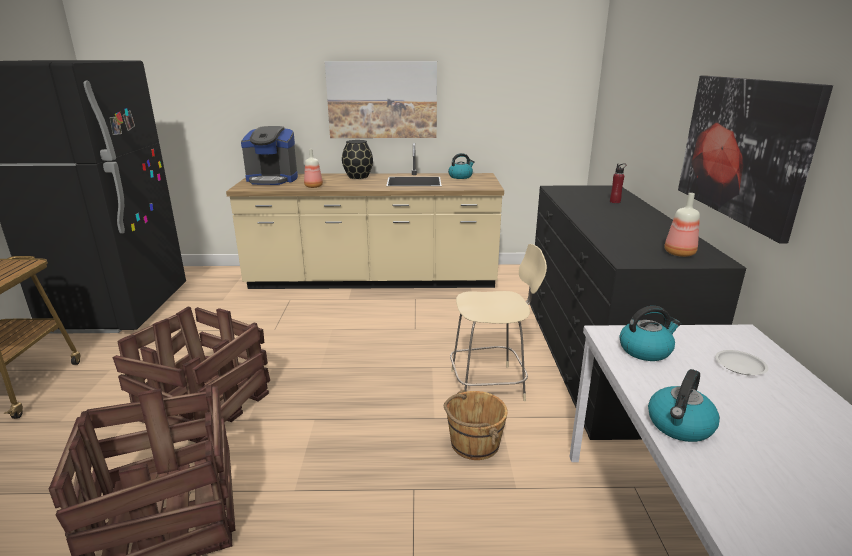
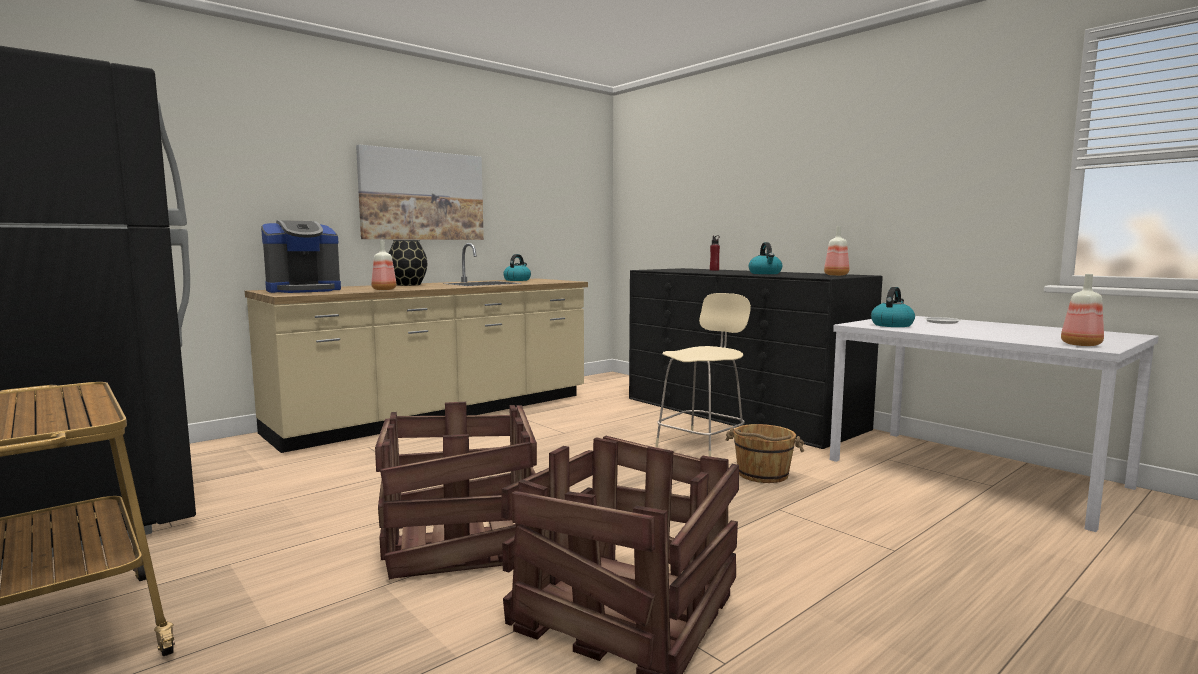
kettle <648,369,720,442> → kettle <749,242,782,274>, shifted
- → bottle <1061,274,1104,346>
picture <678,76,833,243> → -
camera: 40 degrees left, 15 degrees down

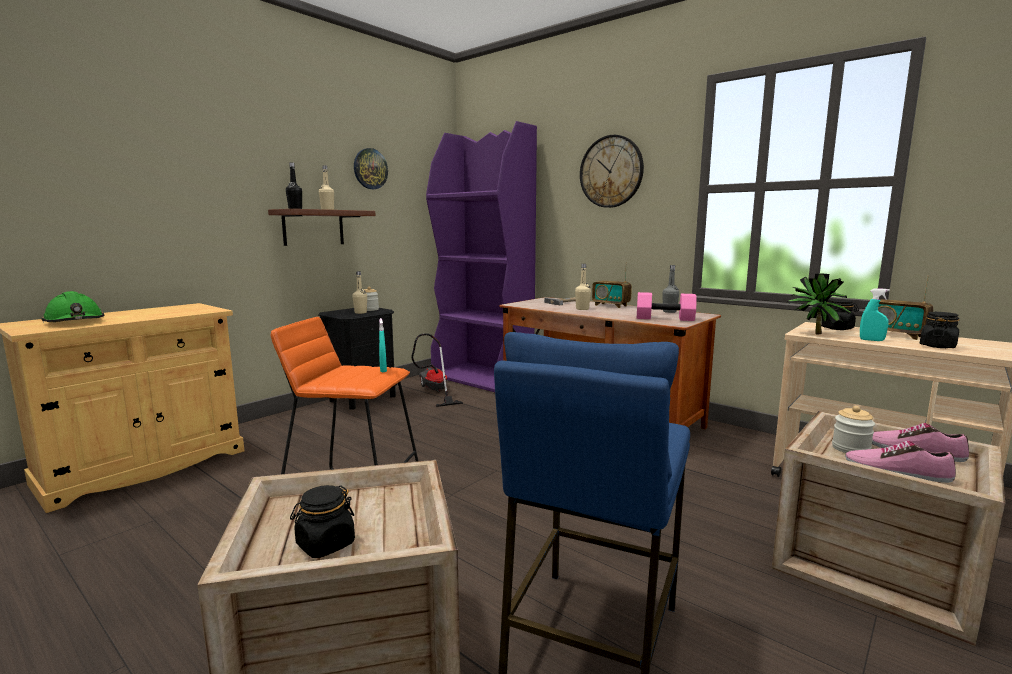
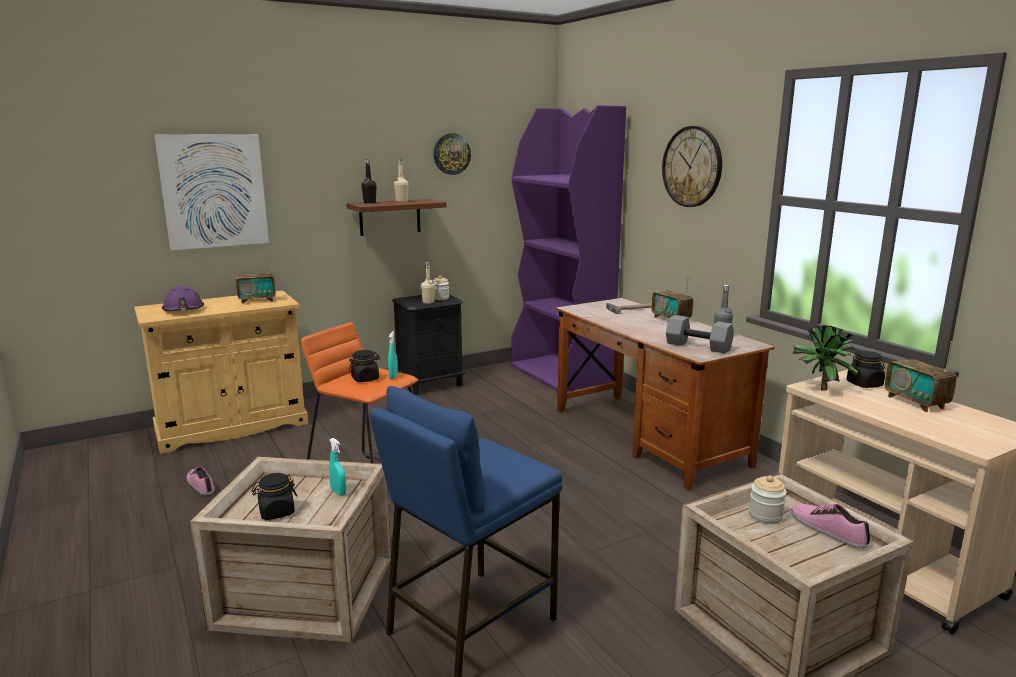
- → picture <154,134,269,250>
green hard hat <41,291,105,323> → purple hard hat <162,286,204,311>
shoe <845,441,956,483> → shoe <186,467,215,495>, shifted
- → radio <236,253,276,304>
turquoise spray bottle <860,288,890,341> → turquoise spray bottle <329,438,346,496>, shifted
black jar <920,312,960,348> → black jar <349,350,380,382>, shifted
pink dumbbell <637,292,697,321> → grey dumbbell <666,315,734,354>
vacuum cleaner <411,333,464,407> → -
beige bottle <575,264,591,310> → -
camera: 20 degrees right, 5 degrees up

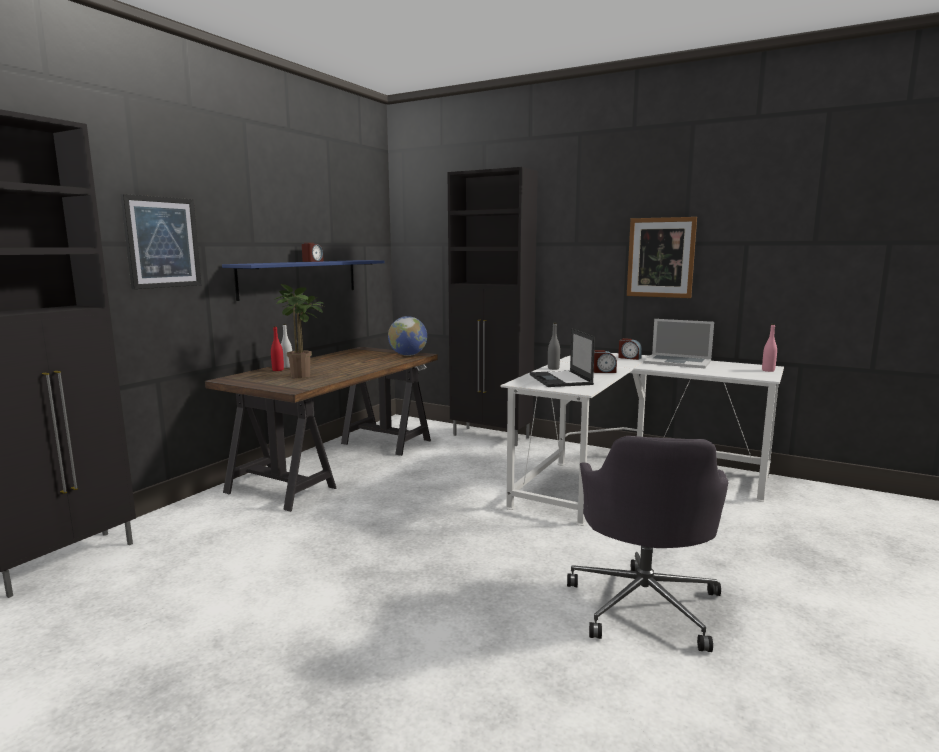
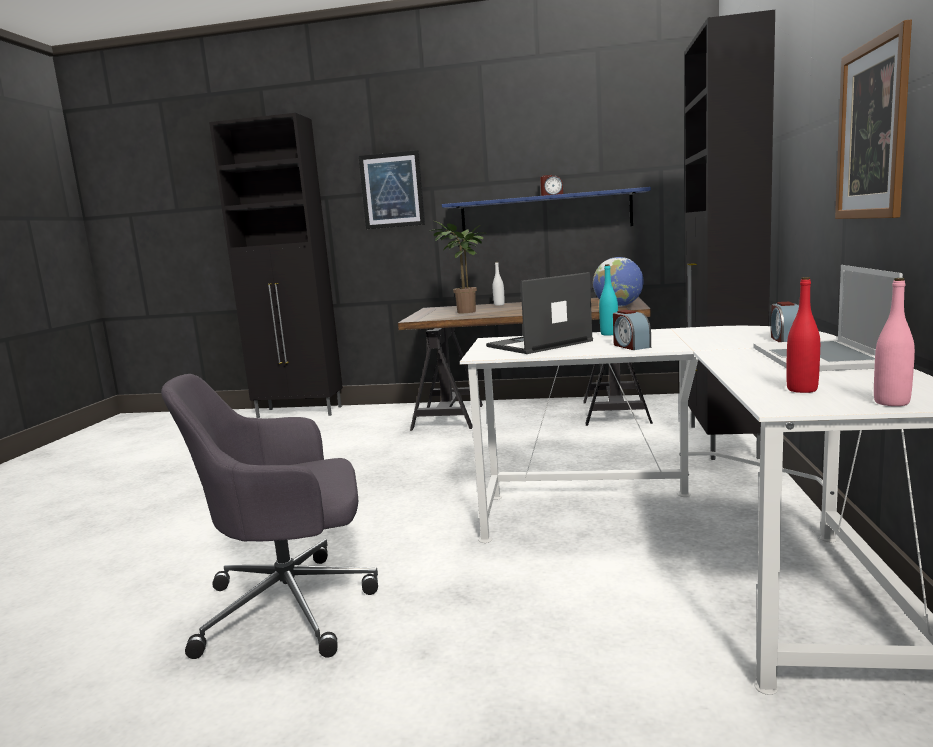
grey bottle <548,323,560,370> → turquoise bottle <599,264,618,336>
red bottle <271,326,284,371> → red bottle <786,277,820,393>, shifted
camera: 70 degrees right, 0 degrees up

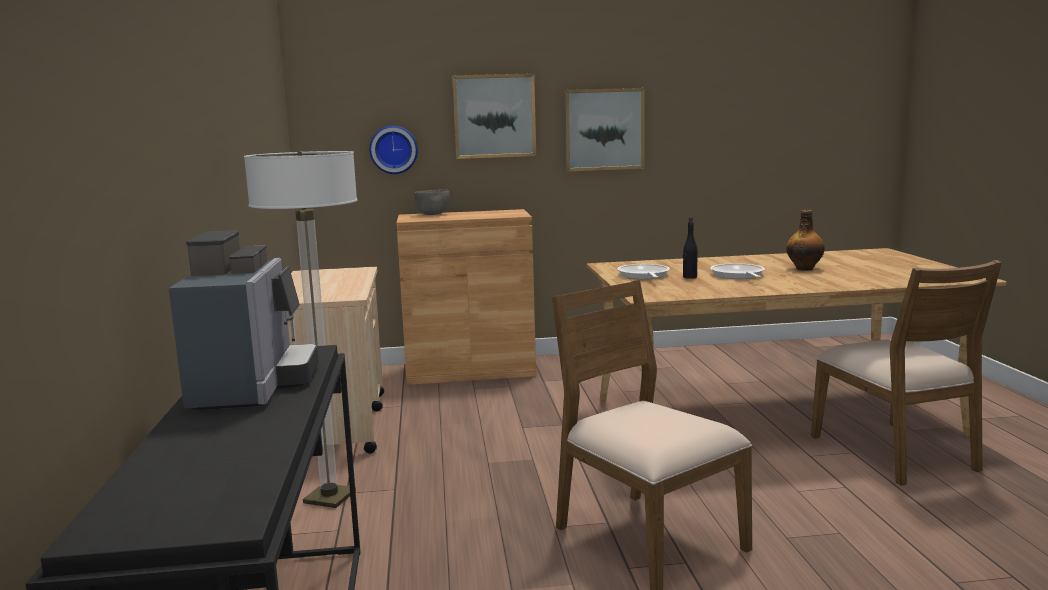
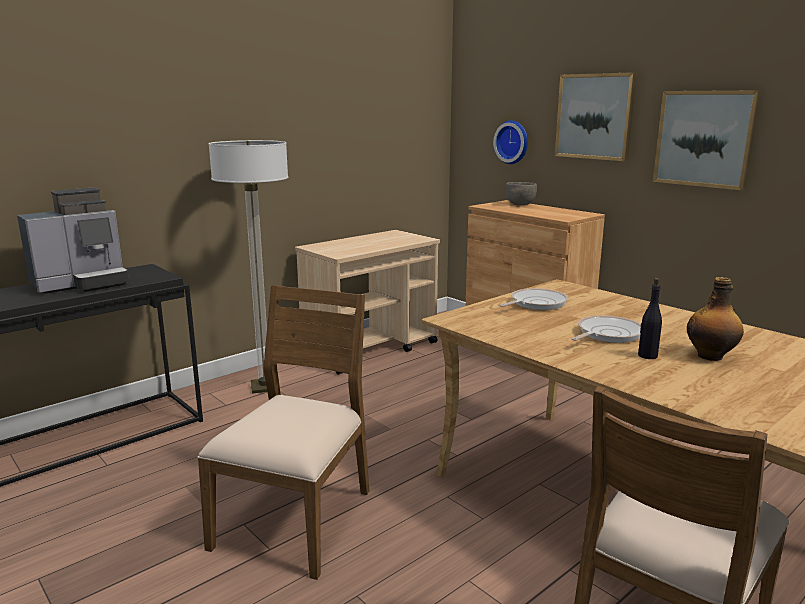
black bottle <683,217,698,279> → black bottle <638,278,662,359>, shifted
camera: 55 degrees right, 5 degrees up

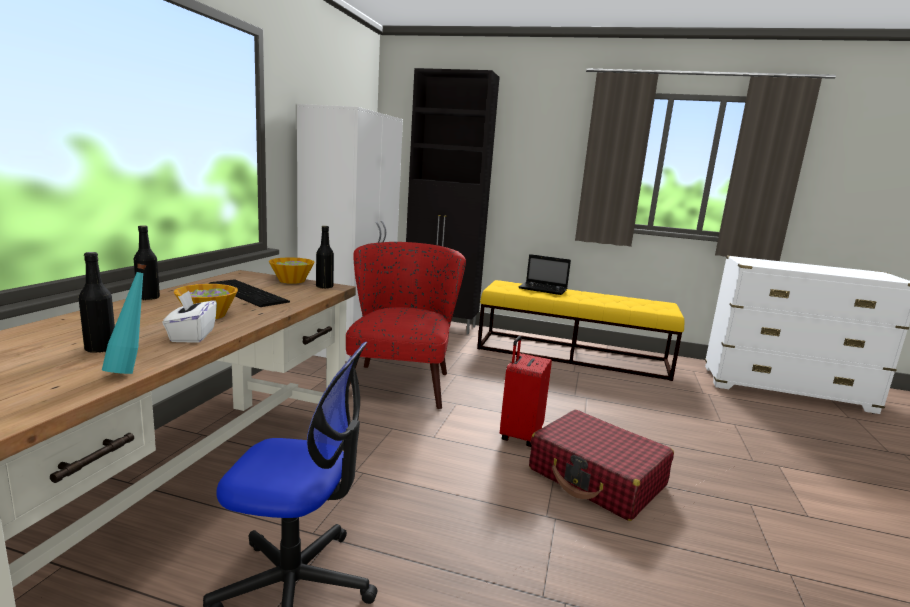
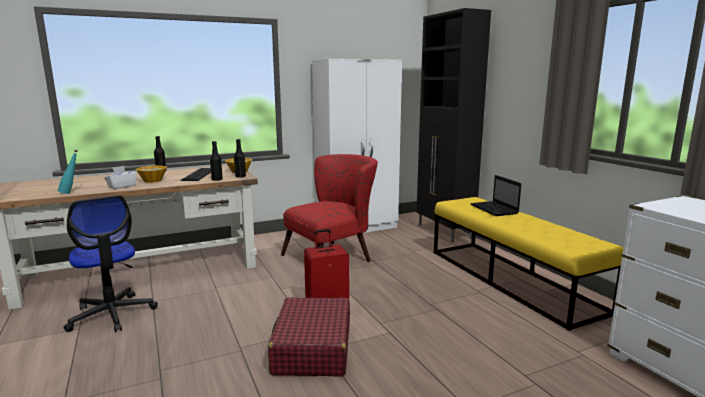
black bottle <79,252,115,353> → black bottle <210,141,223,181>, shifted
camera: 50 degrees right, 0 degrees up

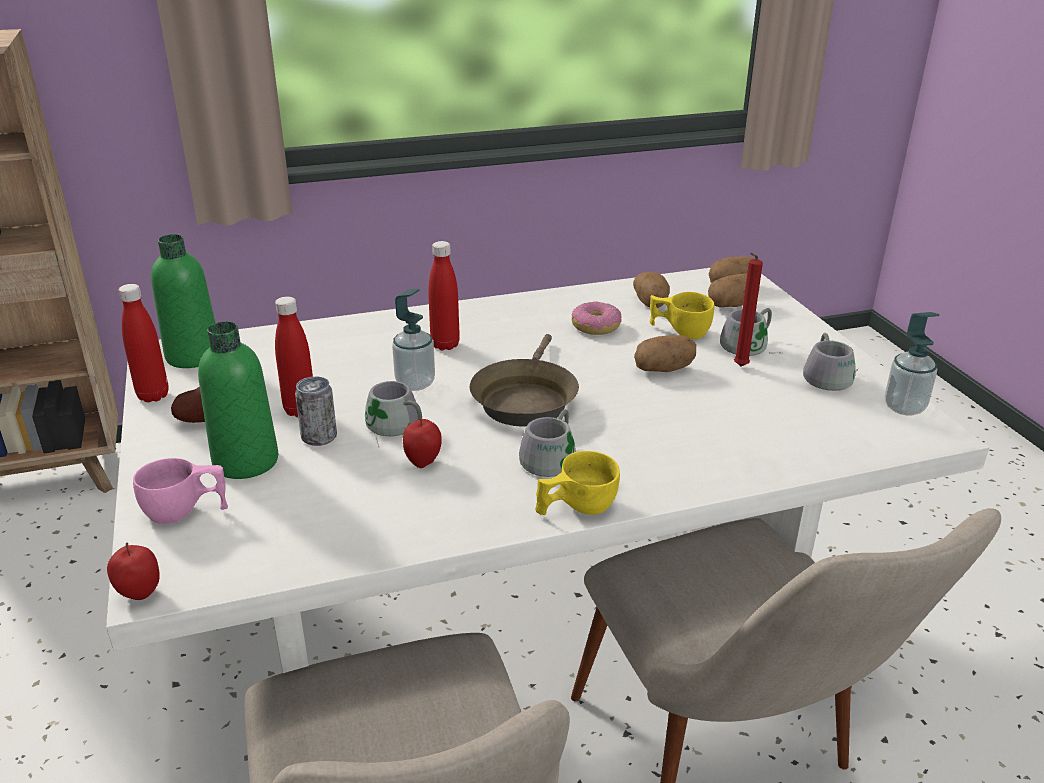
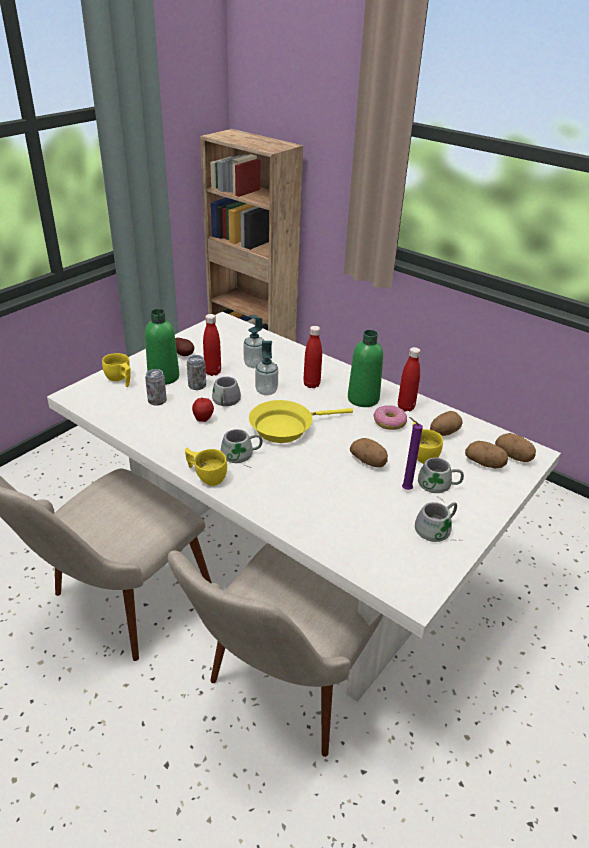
pink cup <133,458,228,524> → yellow cup <102,353,130,387>
- → can <145,369,167,406>
soap dispenser <885,312,939,415> → soap dispenser <243,315,264,368>, shifted
brown frying pan <470,334,579,427> → yellow frying pan <249,400,353,443>
green bottle <151,234,215,368> → green bottle <348,330,383,407>, shifted
red bottle <118,284,169,402> → red bottle <398,347,421,412>, shifted
red candle <734,253,763,366> → purple candle <402,417,423,490>
apple <107,542,160,600> → -
camera: 55 degrees right, 5 degrees up

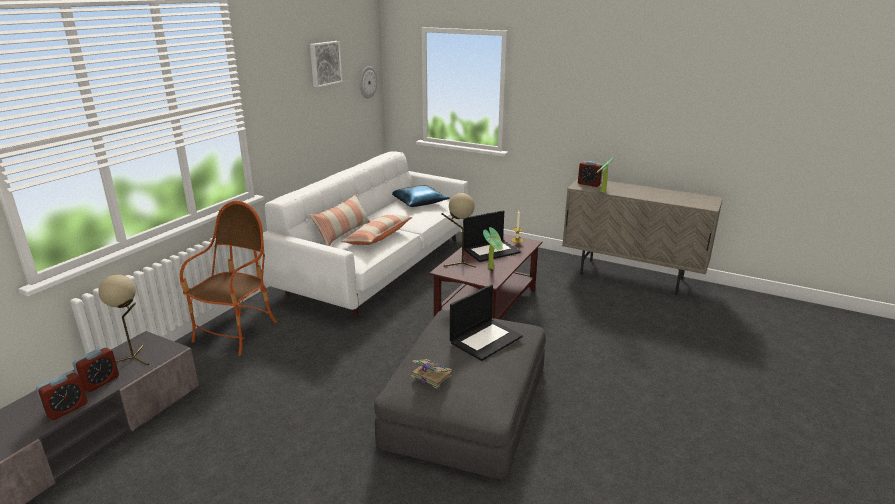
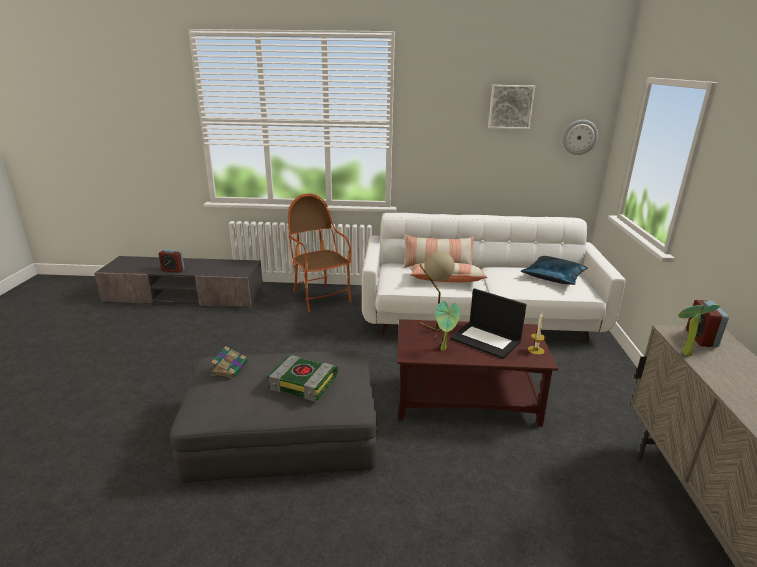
laptop <450,284,523,361> → book <268,355,338,401>
armchair <180,201,277,356> → armchair <288,193,352,313>, 120 degrees counterclockwise
alarm clock <72,346,119,392> → -
beige table lamp <98,275,149,365> → -
camera: 65 degrees right, 0 degrees up

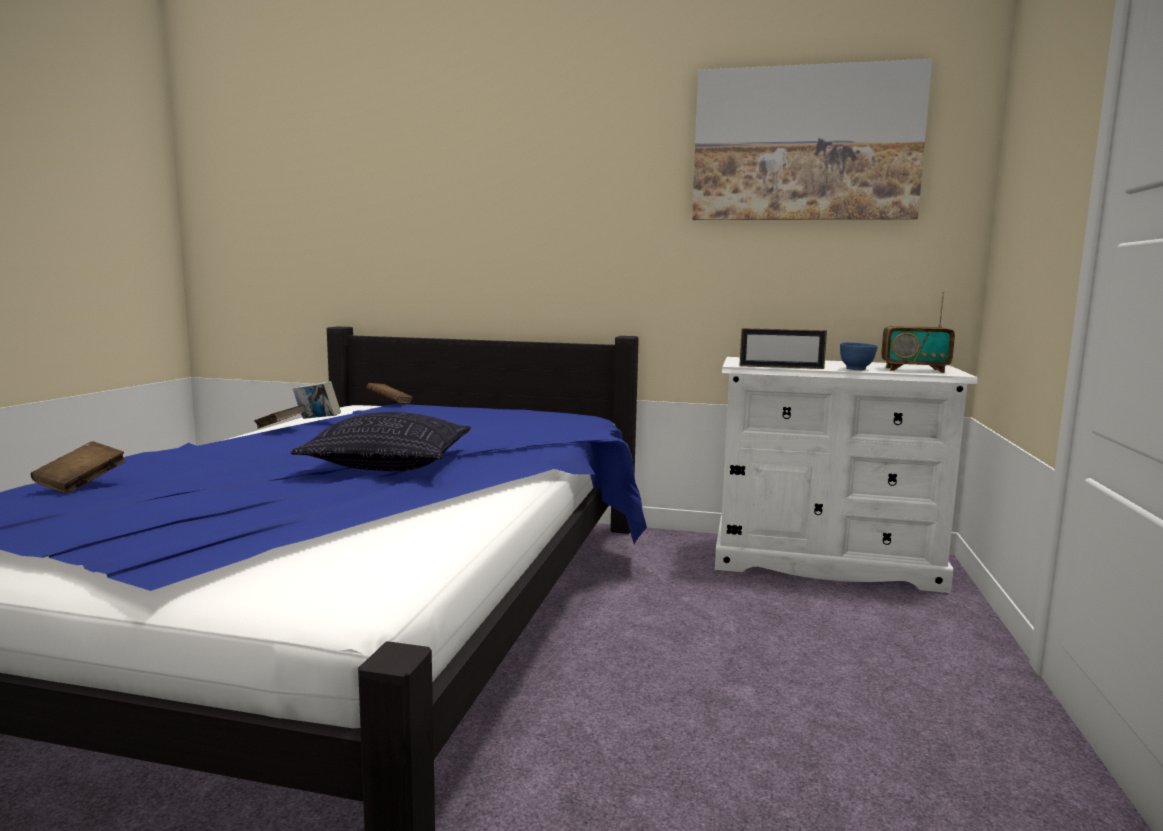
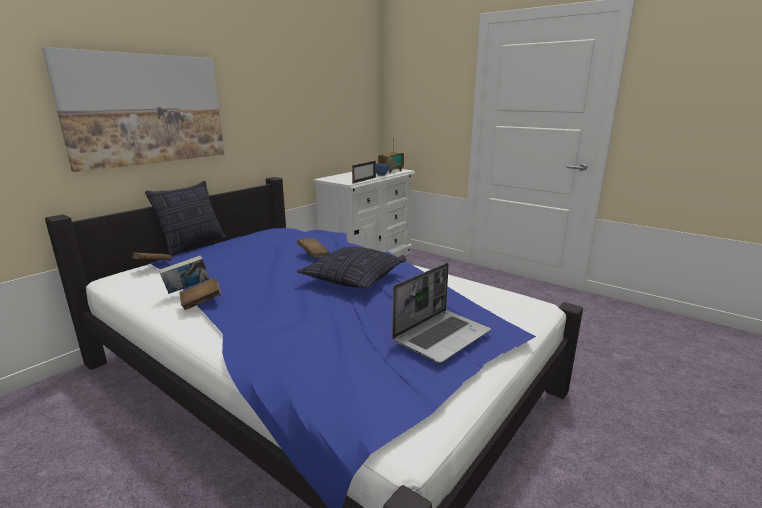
picture <692,59,933,220> → picture <42,47,224,172>, shifted
- → pillow <145,181,227,257>
brown book <31,441,126,494> → brown book <297,238,330,258>, shifted
- → laptop <392,263,491,363>
camera: 65 degrees left, 10 degrees up

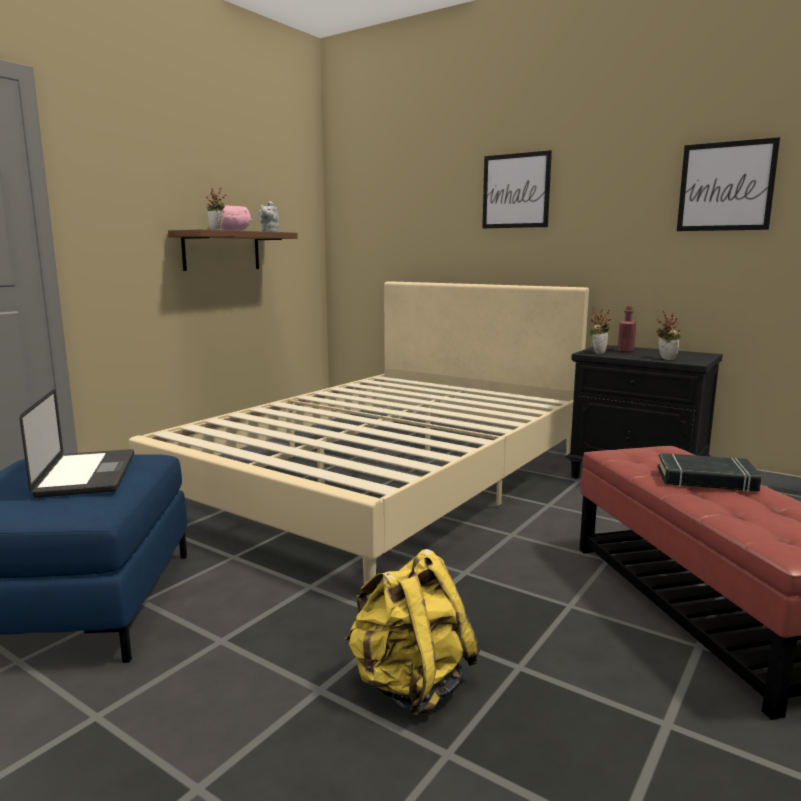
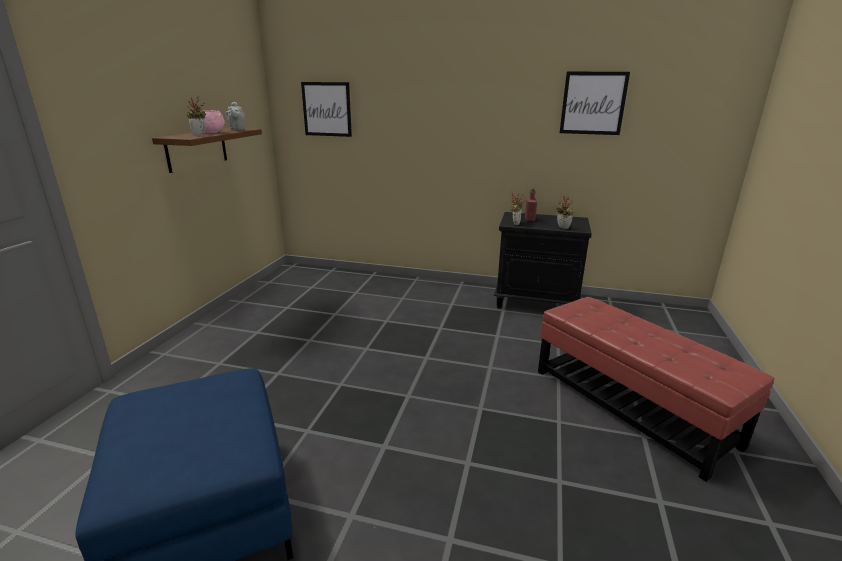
picture <482,150,552,229> → picture <301,82,352,137>, shifted
laptop <19,389,134,498> → -
beige bed <129,281,589,598> → -
yellow backpack <345,549,480,717> → -
black book <658,453,762,492> → -
camera: 20 degrees left, 10 degrees up

